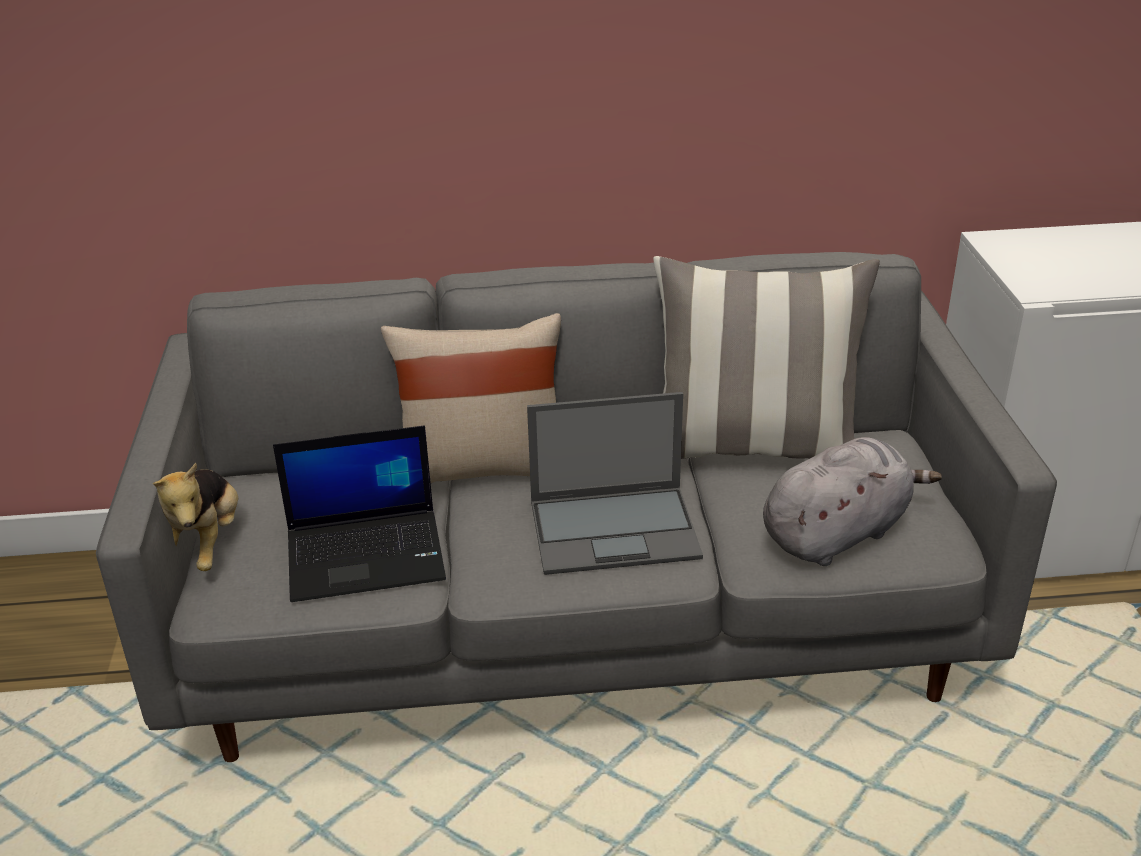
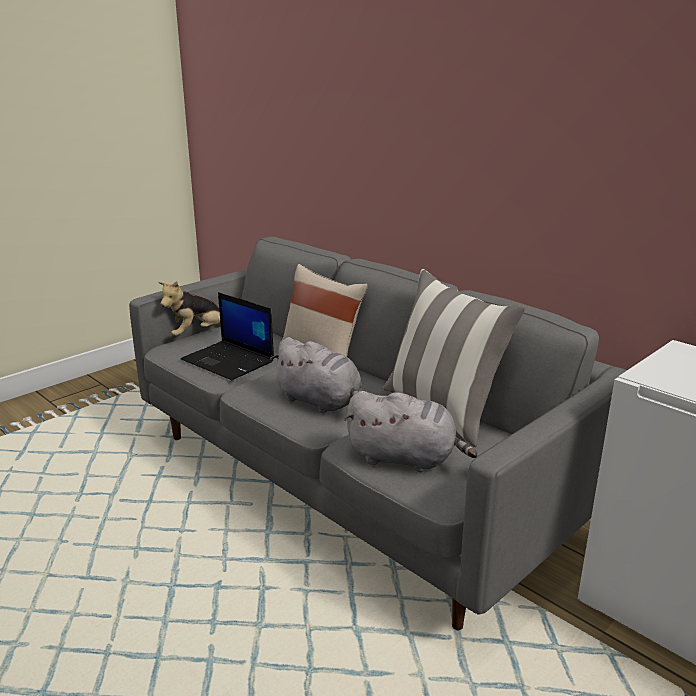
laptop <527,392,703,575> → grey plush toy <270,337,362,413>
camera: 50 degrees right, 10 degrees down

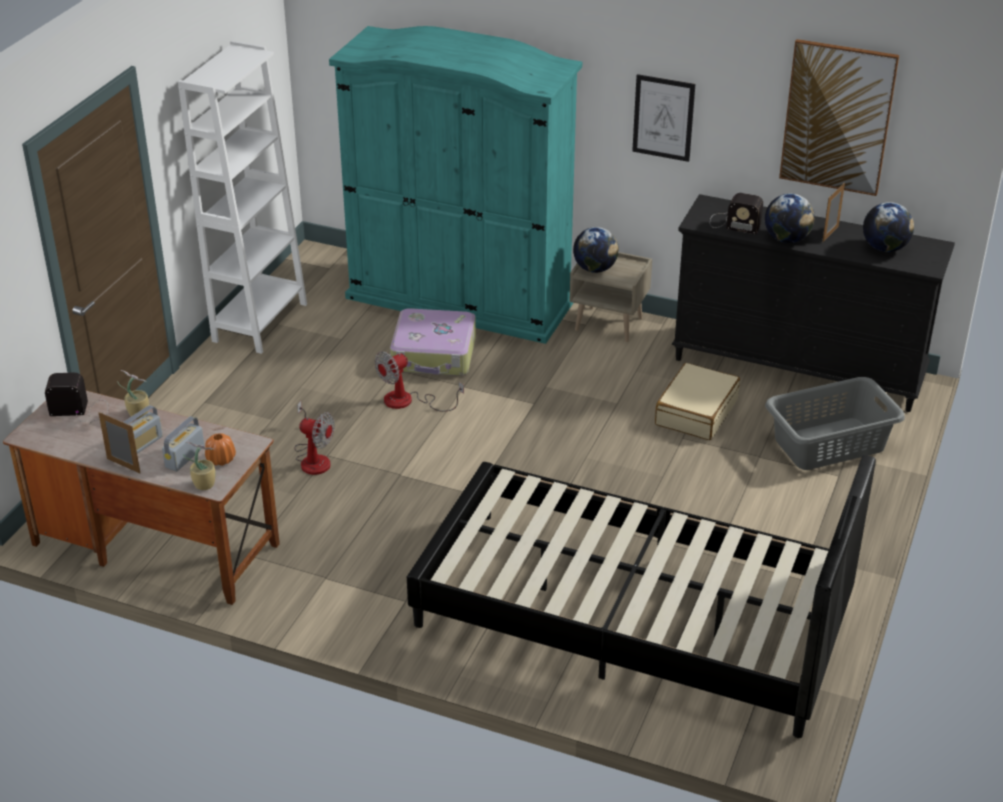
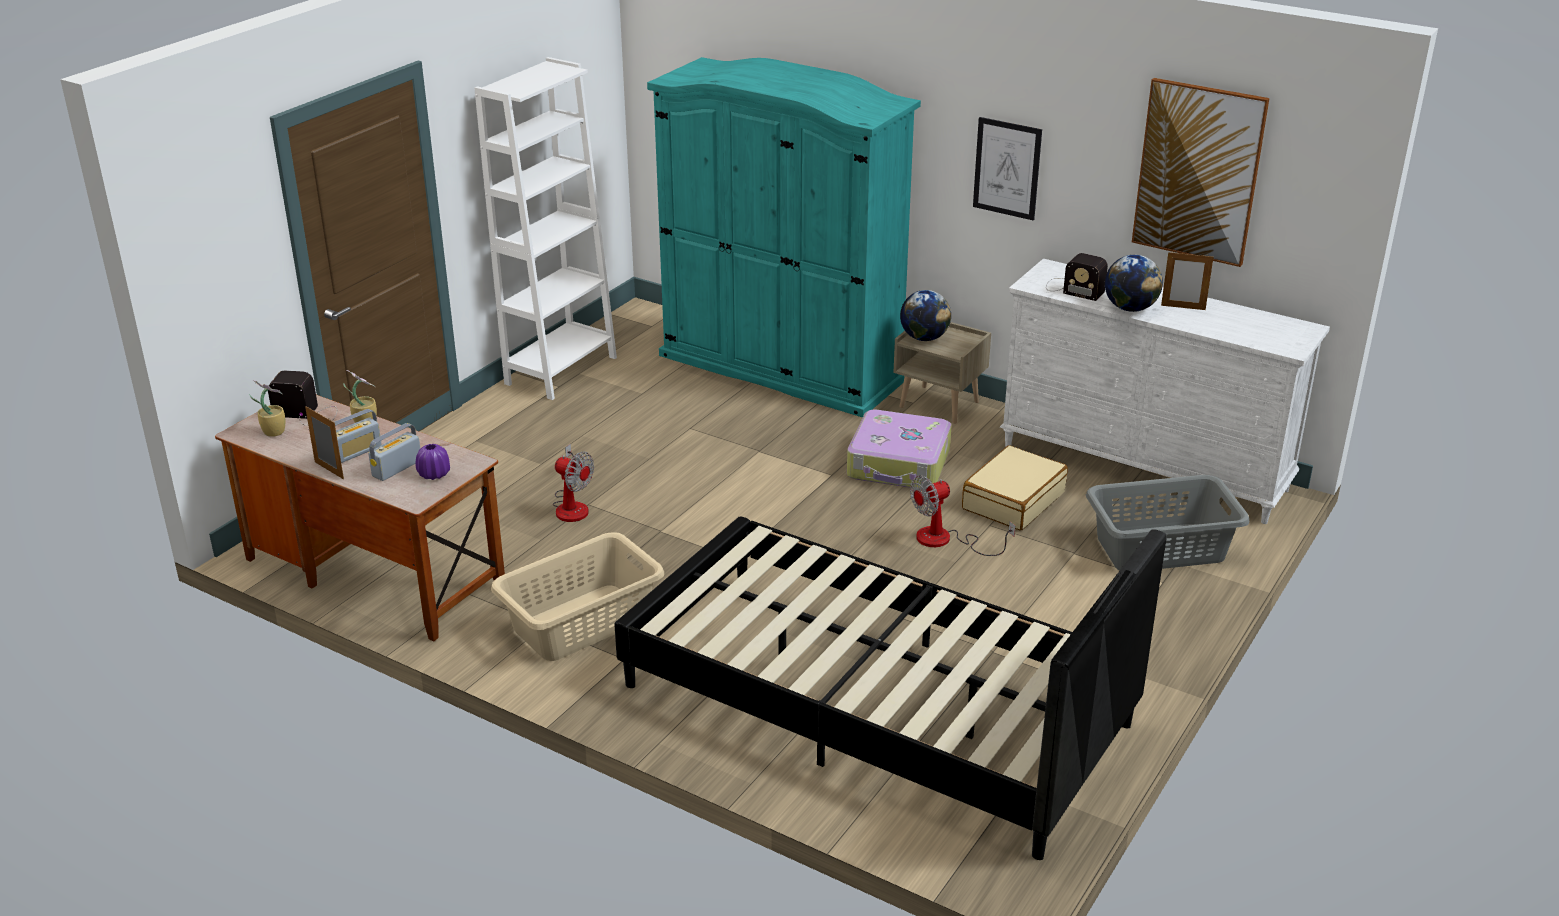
potted plant <183,442,216,490> → potted plant <249,380,285,437>, shifted
orange vase <205,433,236,466> → purple vase <416,444,450,480>
- → beige laundry basket <491,532,664,661>
suitcase <390,308,476,376> → suitcase <847,409,951,489>, shifted
fan <374,351,464,412> → fan <910,475,1015,556>, shifted
black dresser <672,194,955,412> → white dresser <1000,259,1330,524>
picture frame <822,183,845,243> → picture frame <1161,252,1213,310>, 120 degrees counterclockwise
globe <863,202,914,252> → -
camera: 10 degrees right, 5 degrees down

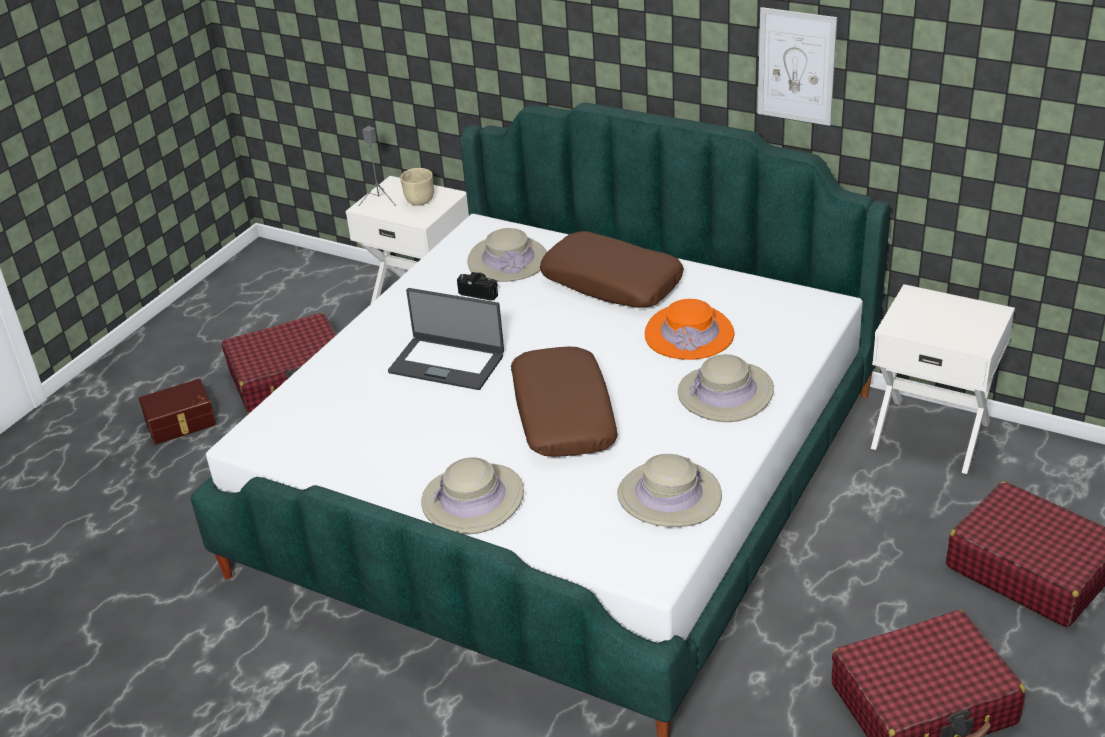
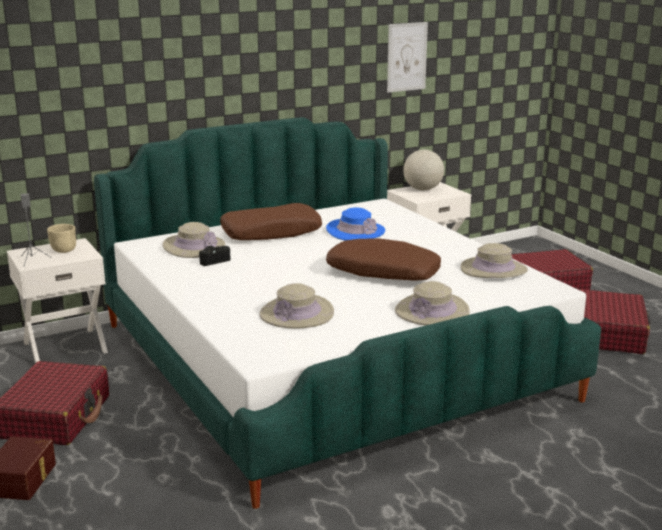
beige hat <678,354,774,422> → beige hat <259,283,334,329>, shifted
orange hat <645,299,734,360> → blue hat <326,207,385,241>
picture <757,7,837,126> → picture <387,22,428,92>, shifted
- → globe <403,150,444,190>
laptop <388,288,504,390> → -
camera: 60 degrees left, 15 degrees down

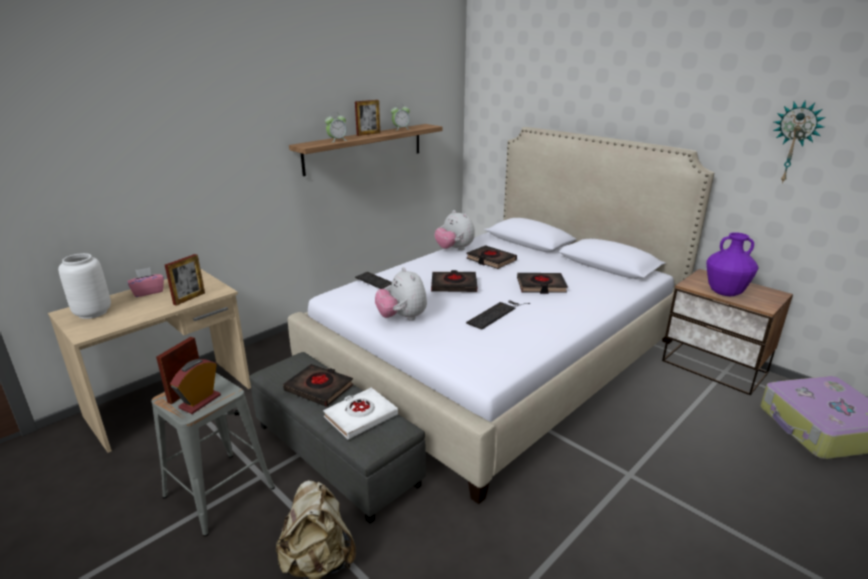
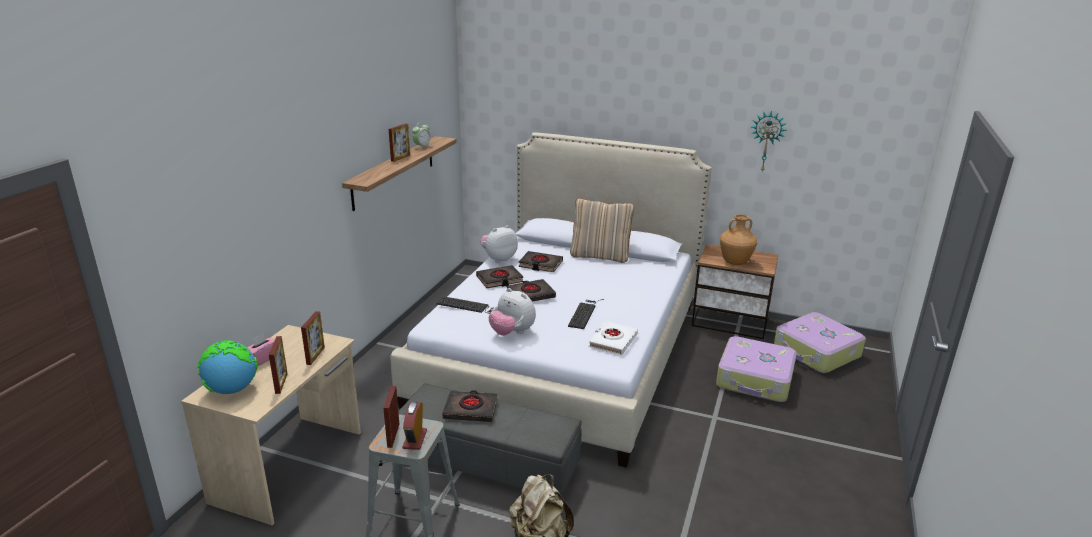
white vase <58,253,111,319> → globe <198,340,257,394>
- → picture frame <269,336,288,394>
black book <517,273,568,294> → black book <476,265,523,288>, shifted
plush toy <435,210,475,250> → plush toy <480,225,518,263>, 120 degrees clockwise
- → beige pillow <570,198,634,263>
white book <323,388,398,439> → white book <588,321,638,355>, shifted
- → suitcase <716,336,797,402>
purple vase <706,232,759,296> → brown vase <720,214,757,265>
alarm clock <325,112,348,143> → -
camera: 25 degrees left, 0 degrees up

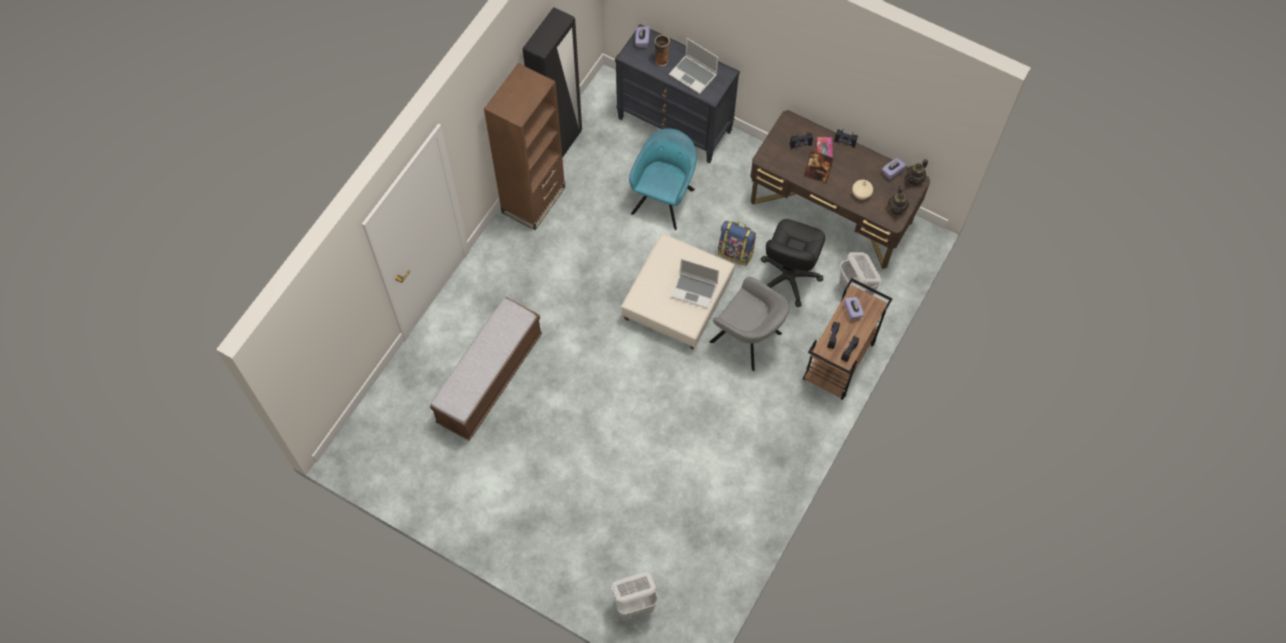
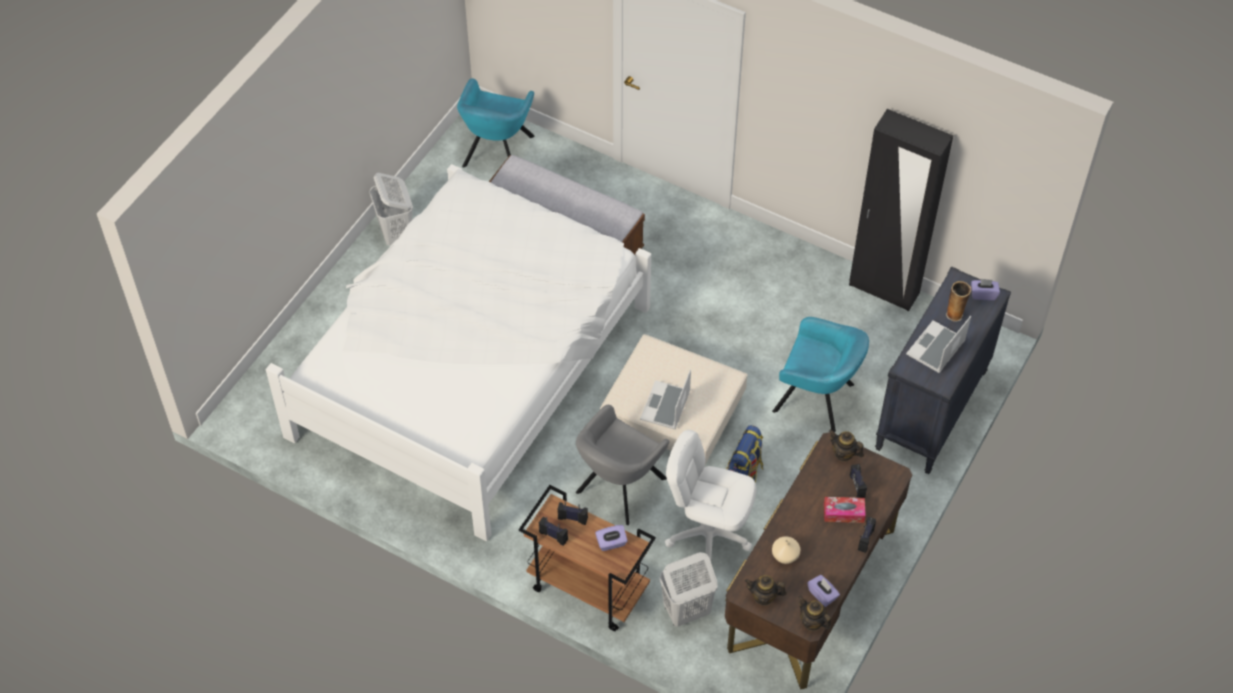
- → white bed <266,164,651,541>
white laundry basket <611,572,658,621> → white laundry basket <369,173,413,246>, shifted
- → turquoise armchair <457,78,534,168>
black office chair <761,219,825,307> → white office chair <665,430,757,561>
- → teapot <829,430,864,462>
brown bookcase <484,63,565,230> → -
picture frame <804,150,833,184> → -
camera: 90 degrees right, 10 degrees down

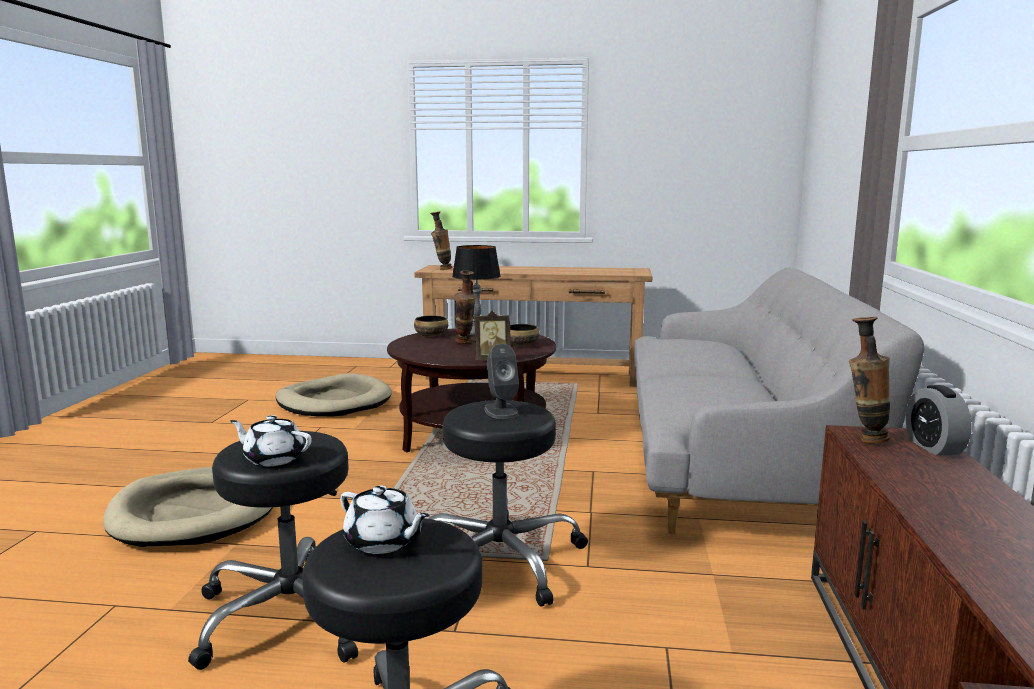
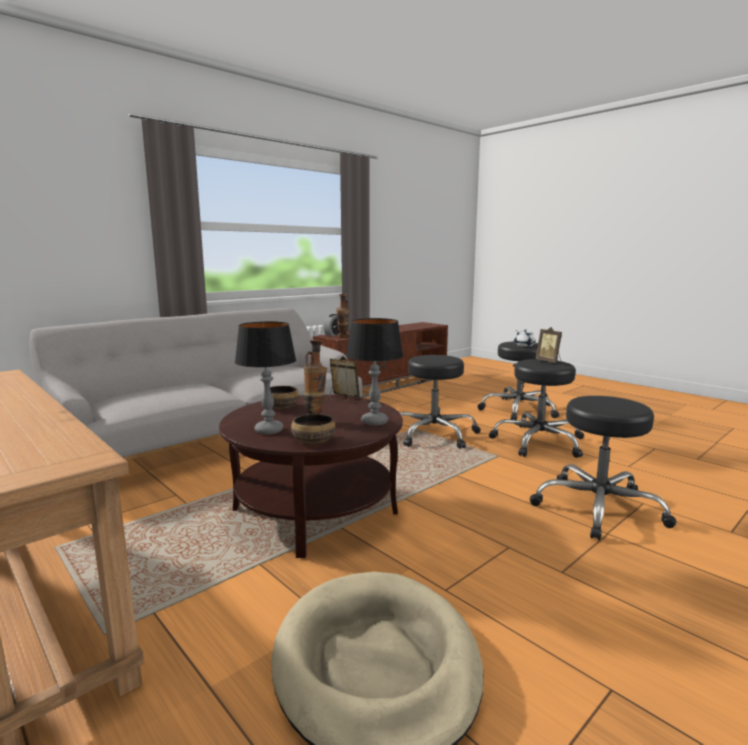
- → table lamp <346,318,403,426>
beige dog bed <103,467,273,547> → black stool <530,396,676,540>
white teapot <230,415,312,466> → picture frame <535,327,562,363>
vase <430,211,453,270> → -
grey speaker <484,344,519,419> → -
camera: 140 degrees left, 0 degrees up

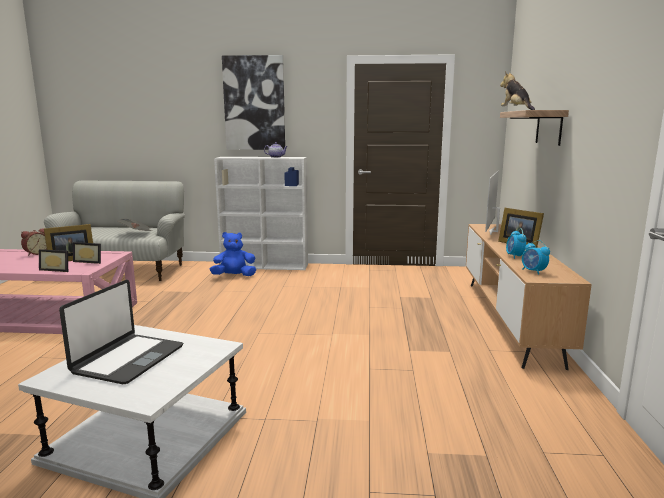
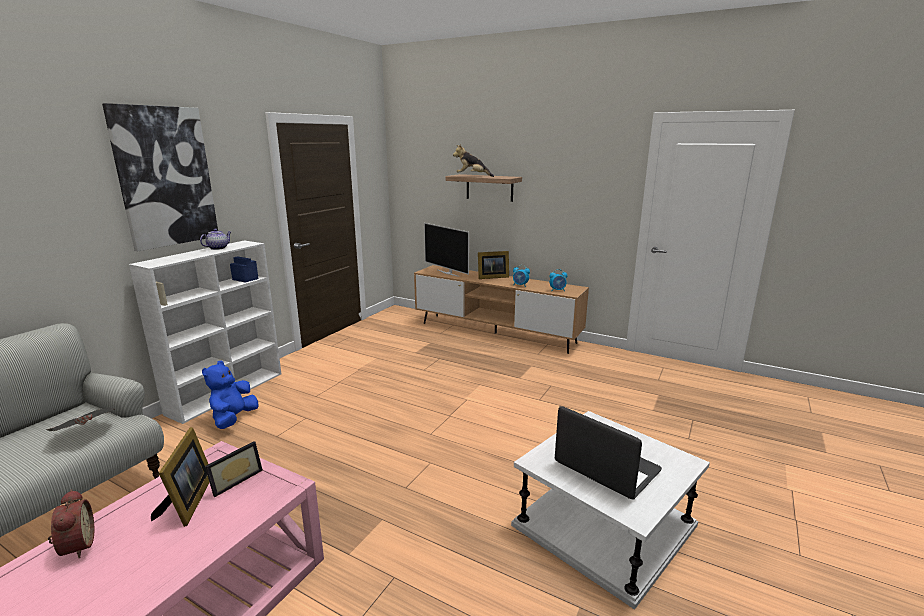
picture frame <39,249,68,272> → -
camera: 65 degrees left, 5 degrees up

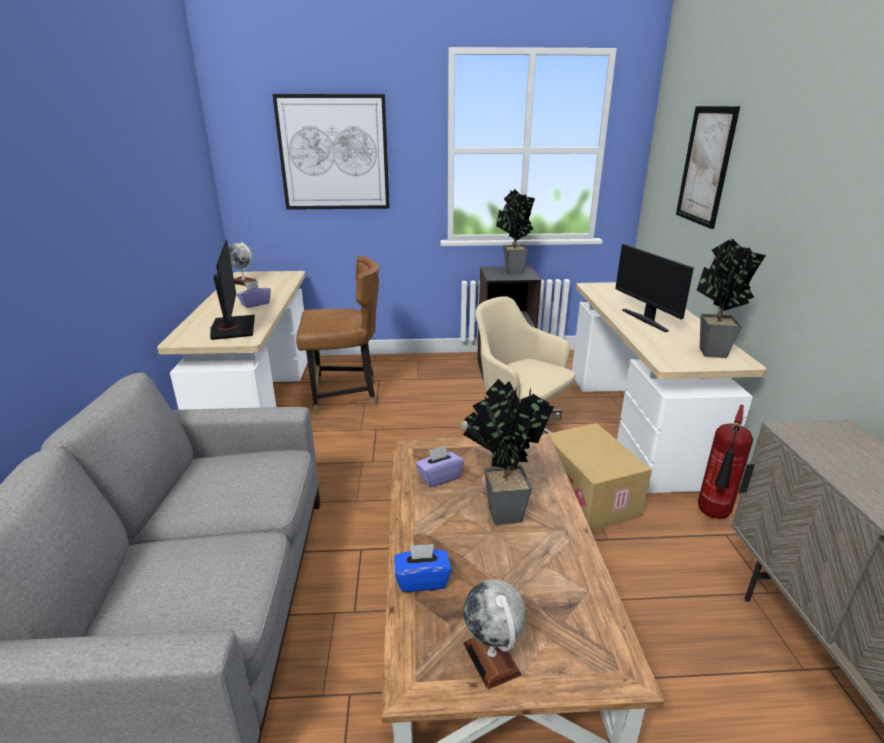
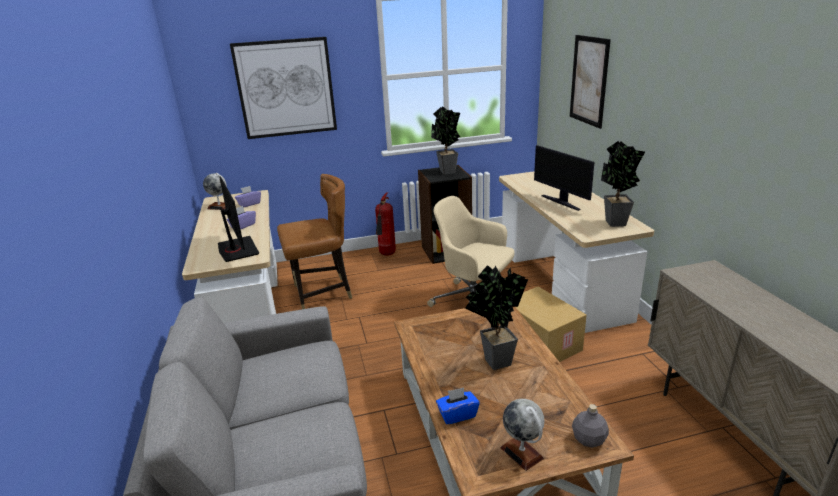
purple tissue box <416,446,464,487> → purple tissue box <235,186,261,208>, shifted
fire extinguisher <698,404,753,519> → fire extinguisher <375,192,396,256>, shifted
- → grey bottle <572,404,609,448>
camera: 10 degrees left, 0 degrees up

